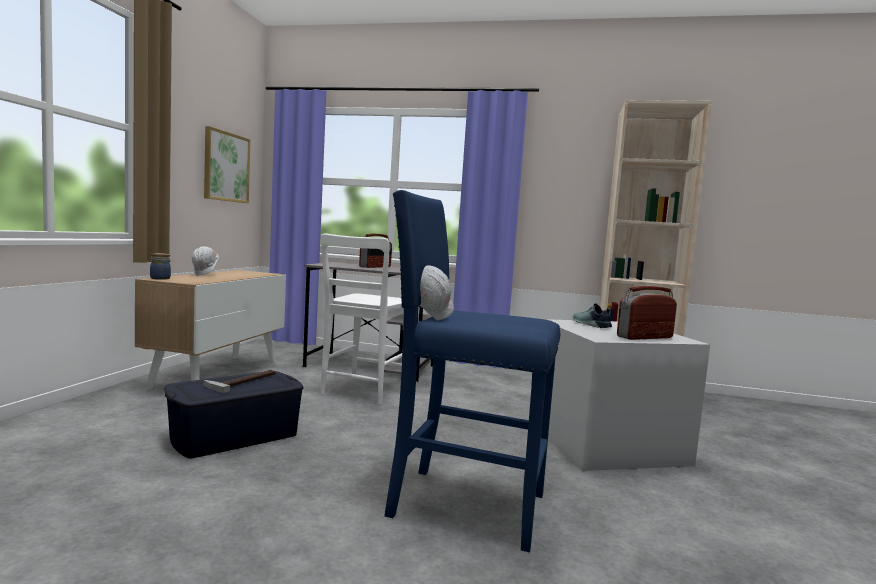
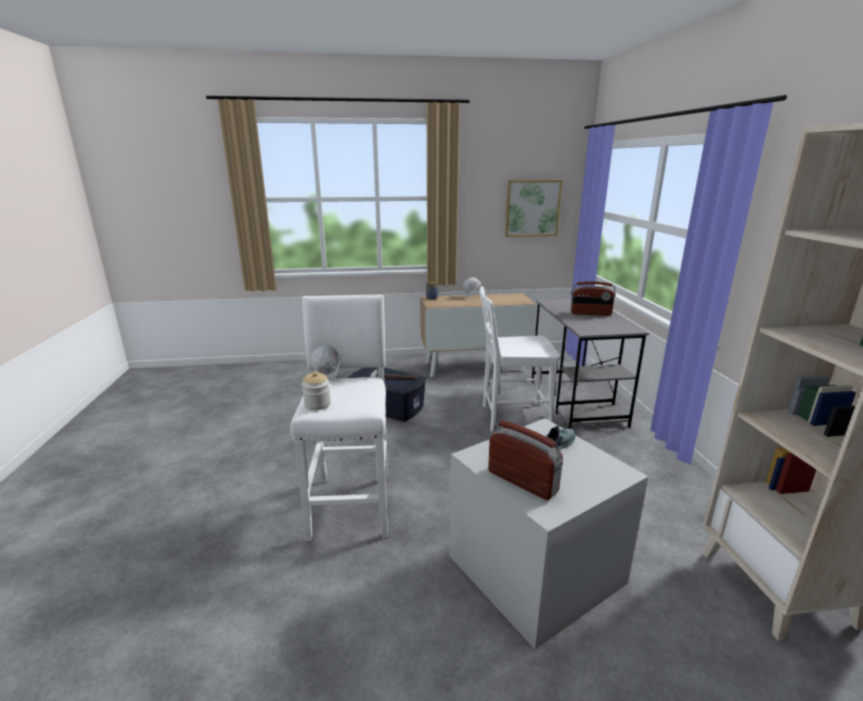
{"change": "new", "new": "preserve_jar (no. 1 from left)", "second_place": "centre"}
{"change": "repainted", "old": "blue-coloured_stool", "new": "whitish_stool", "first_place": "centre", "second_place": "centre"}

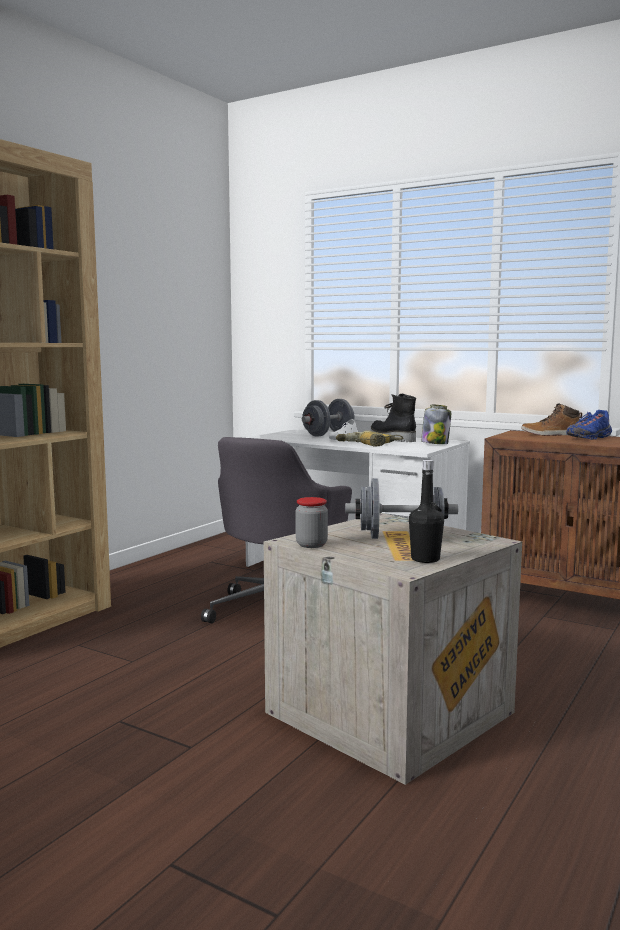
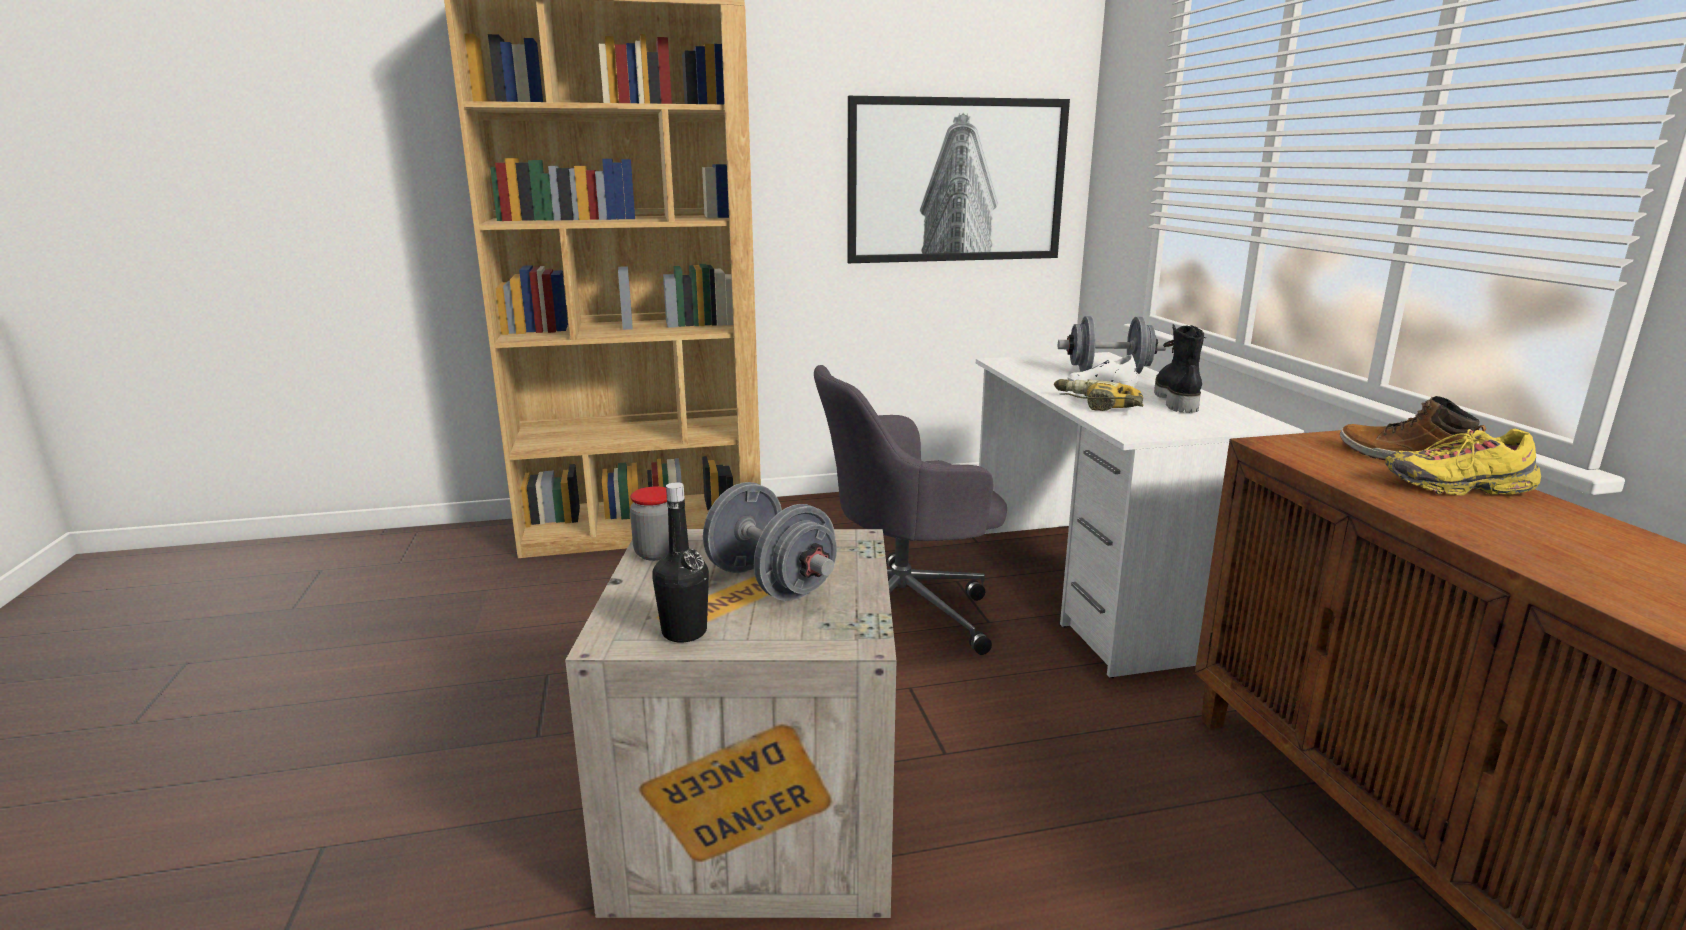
{"change": "gone", "old": "preserve_jar (no. 2 from left)", "first_place": "middle right"}
{"change": "new", "new": "picture", "second_place": "top centre"}
{"change": "repainted", "old": "blue-coloured_low_shoe", "new": "yellow_low_shoe", "first_place": "middle right", "second_place": "middle right"}

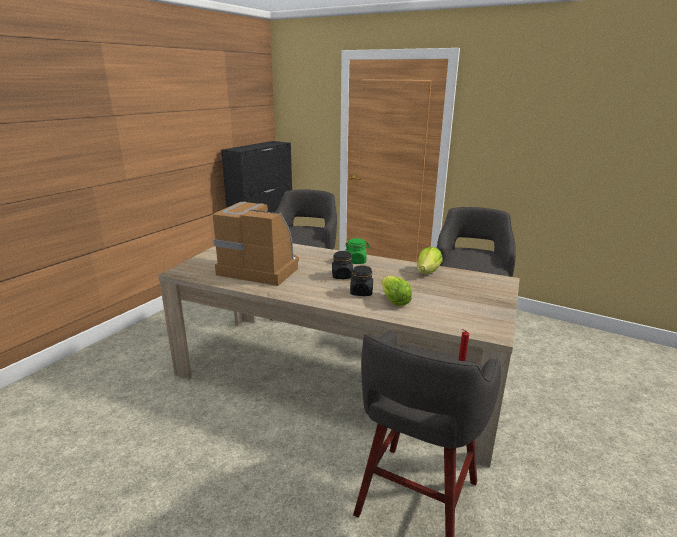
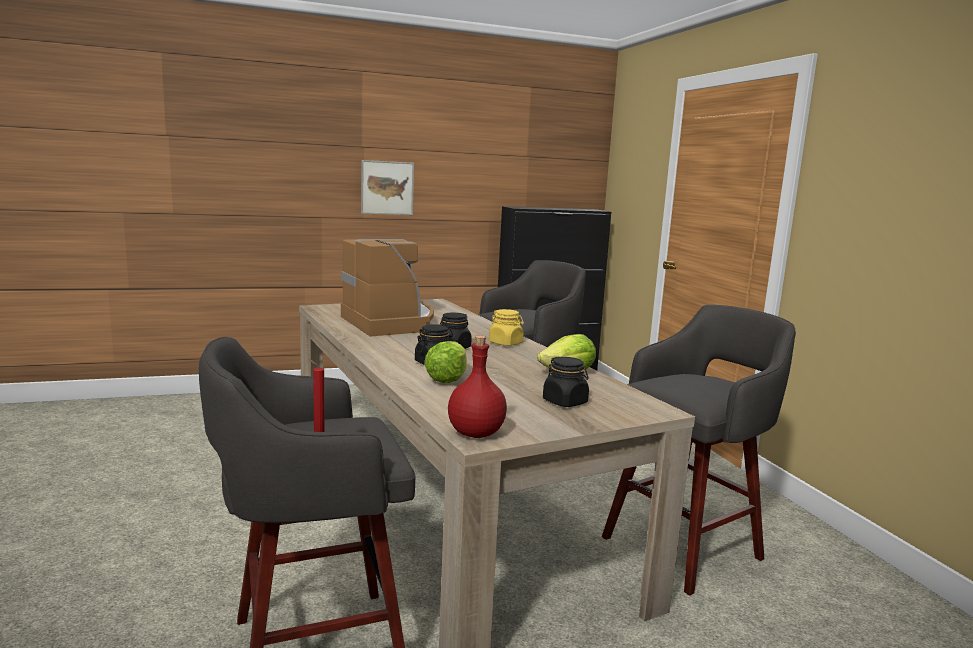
{"change": "new", "new": "picture", "second_place": "top centre"}
{"change": "new", "new": "red_beverage_bottle", "second_place": "centre"}
{"change": "new", "new": "black-coloured_preserve_jar (no. 3 from left)", "second_place": "centre"}
{"change": "repainted", "old": "greenish_preserve_jar", "new": "yellow_preserve_jar", "first_place": "centre", "second_place": "centre"}

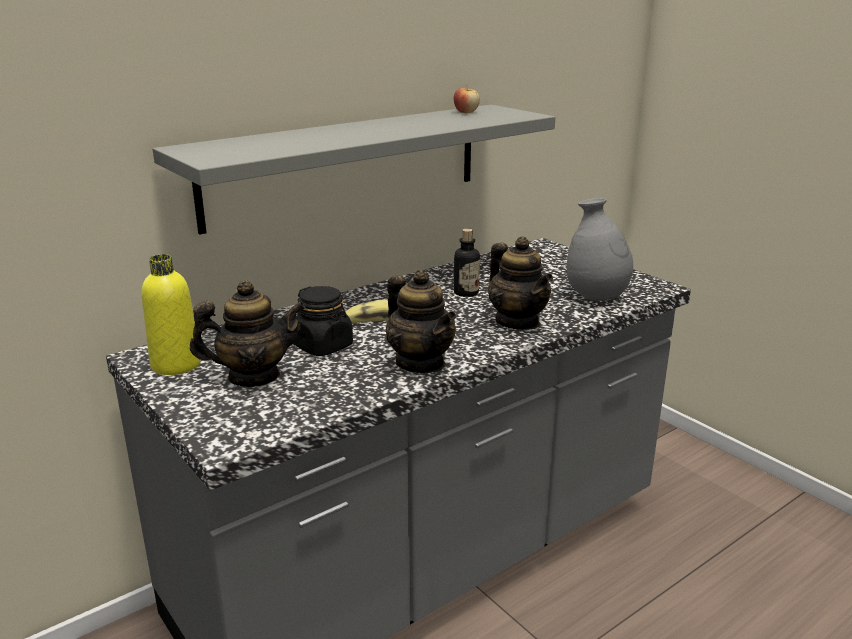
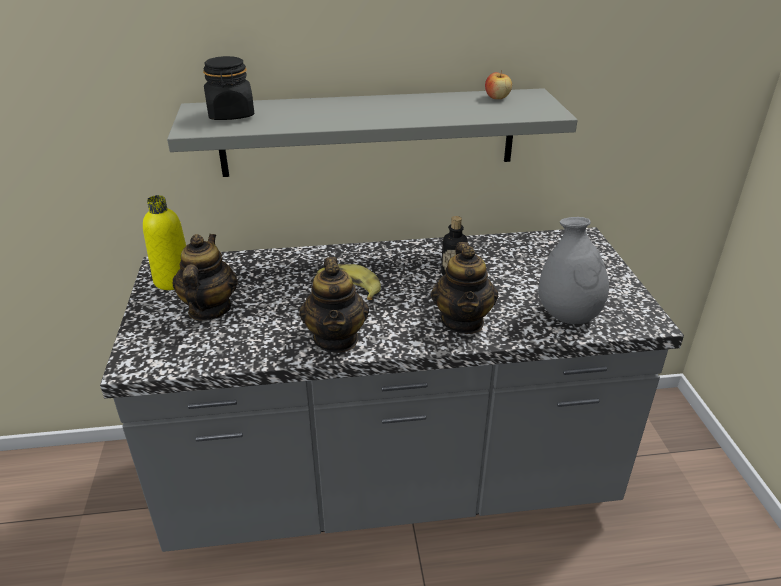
{"change": "shifted", "old": "black-coloured_preserve_jar", "first_place": "centre", "second_place": "top left"}
{"change": "rotated", "old": "tea_pot (no. 1 from left)", "first_place": "middle left", "second_place": "middle left", "degrees": -105}

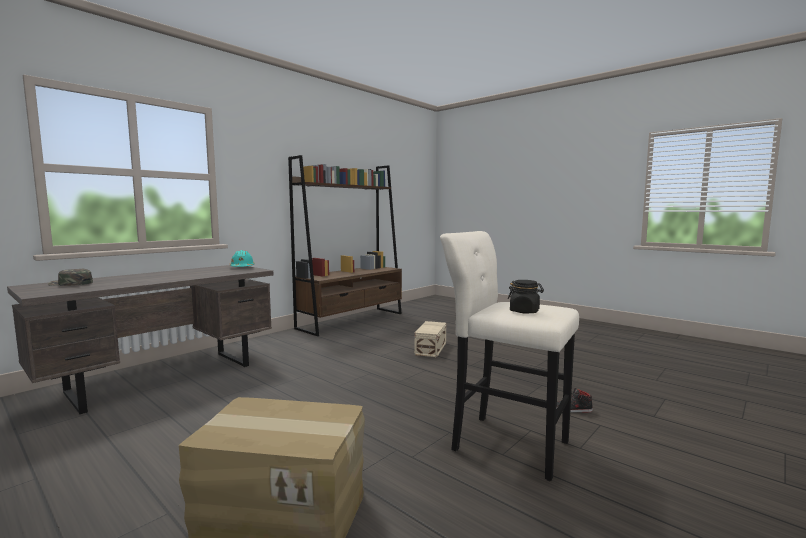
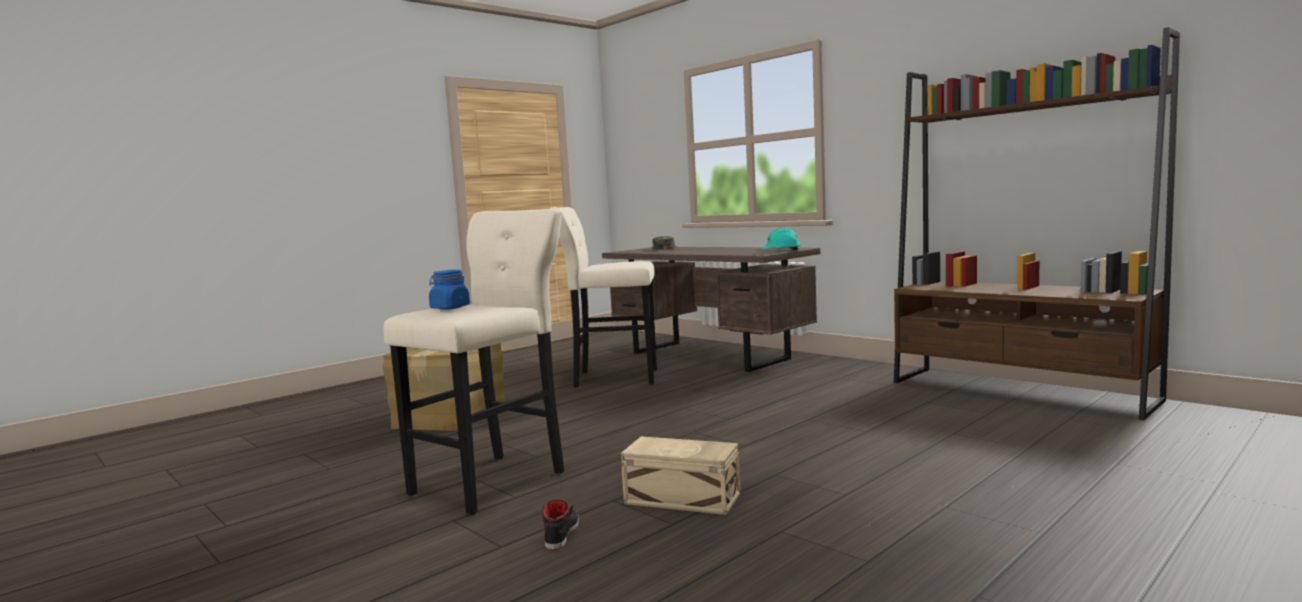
{"change": "new", "new": "beige_stool (no. 2 from left)", "second_place": "centre"}
{"change": "shifted", "old": "beige_storage_container", "first_place": "centre", "second_place": "bottom centre"}
{"change": "repainted", "old": "black-coloured_preserve_jar", "new": "blue-coloured_preserve_jar", "first_place": "centre", "second_place": "centre"}

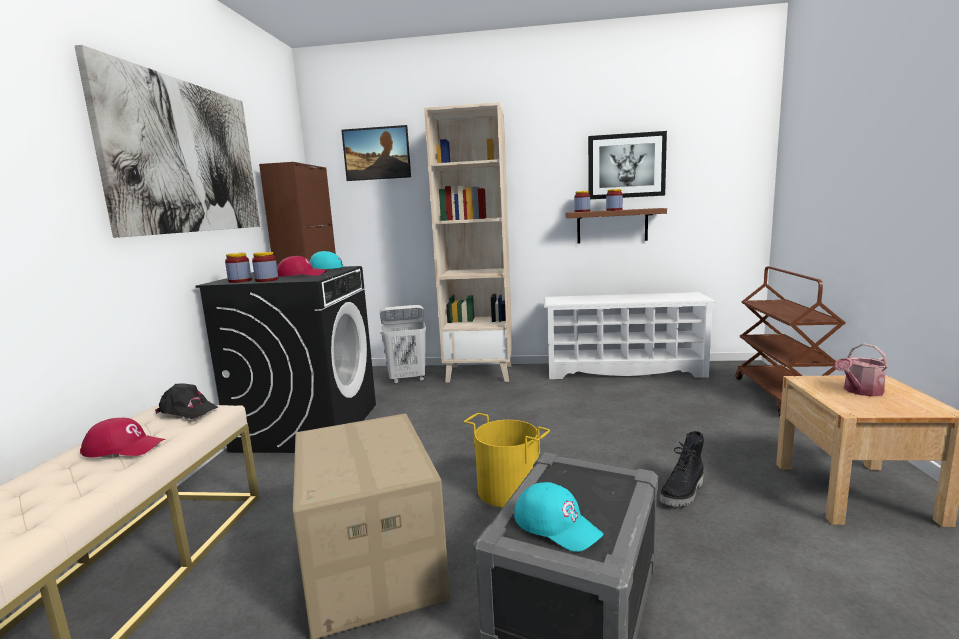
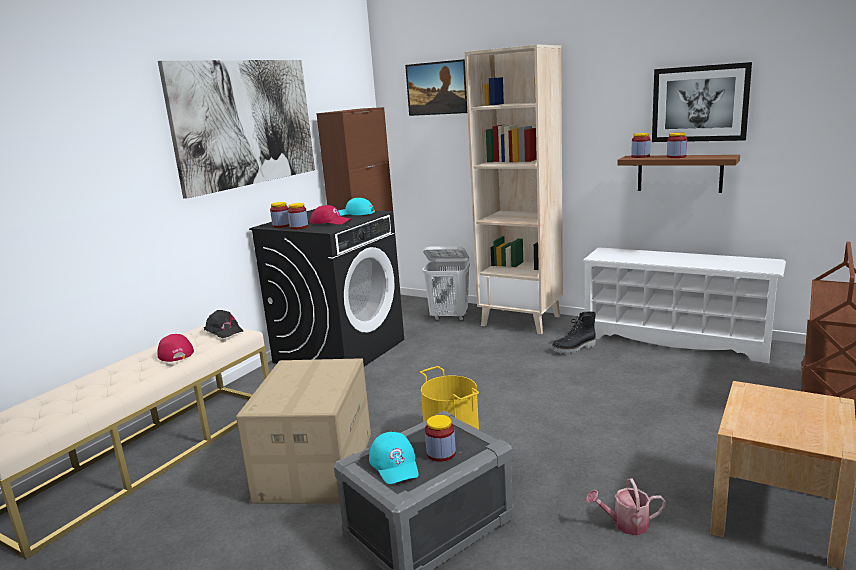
{"change": "new", "new": "preserve_jar (no. 3 from left)", "second_place": "bottom centre"}
{"change": "shifted", "old": "black-coloured_high-top_boot", "first_place": "bottom right", "second_place": "middle right"}
{"change": "shifted", "old": "watering_can", "first_place": "middle right", "second_place": "bottom right"}
{"change": "rotated", "old": "red_peaked_cap (no. 1 from left)", "first_place": "bottom left", "second_place": "middle left", "degrees": -150}

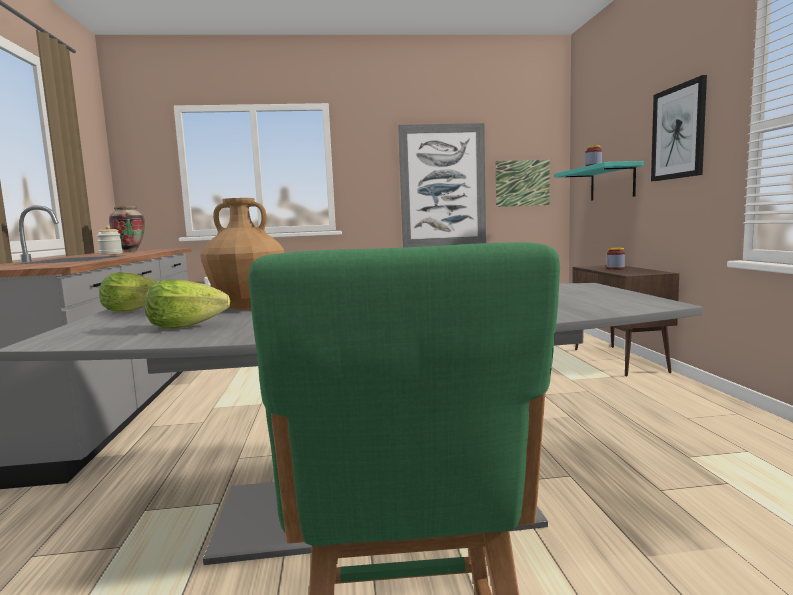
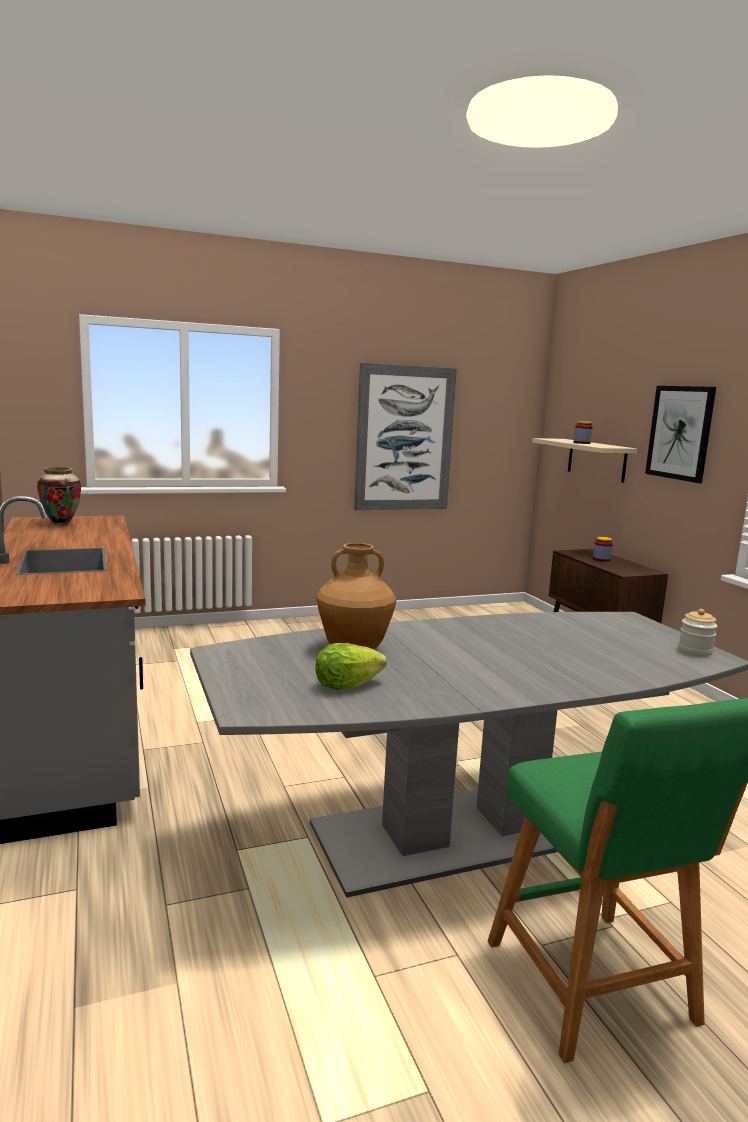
{"change": "gone", "old": "lettuce (no. 1 from left)", "first_place": "middle left"}
{"change": "gone", "old": "picture (no. 2 from left)", "first_place": "top centre"}
{"change": "shifted", "old": "preserve_jar (no. 1 from left in the first image)", "new": "preserve_jar (no. 3 from left)", "first_place": "middle left", "second_place": "middle right"}
{"change": "repainted", "old": "blue-green_wall_shelf", "new": "beige_wall_shelf", "first_place": "top right", "second_place": "middle right"}

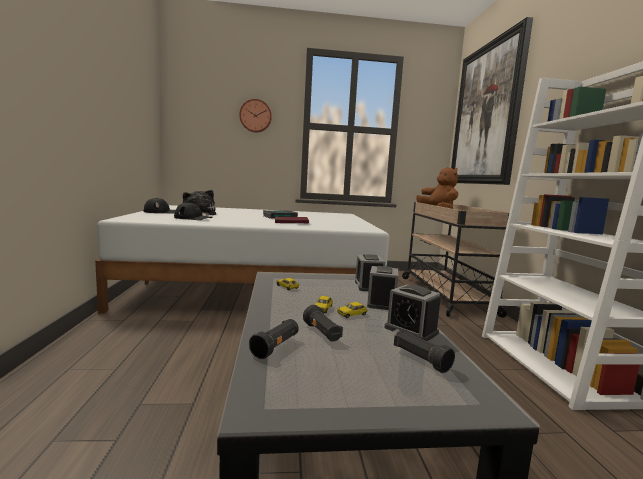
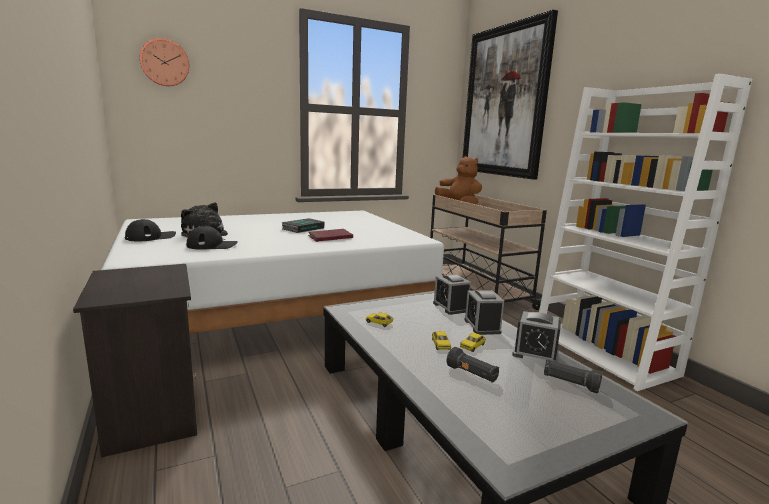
{"change": "gone", "old": "black-coloured_torch (no. 1 from left)", "first_place": "bottom centre"}
{"change": "new", "new": "black-coloured_bedside_table", "second_place": "bottom left"}
{"change": "shifted", "old": "clock_on_the_wall", "first_place": "top centre", "second_place": "top left"}

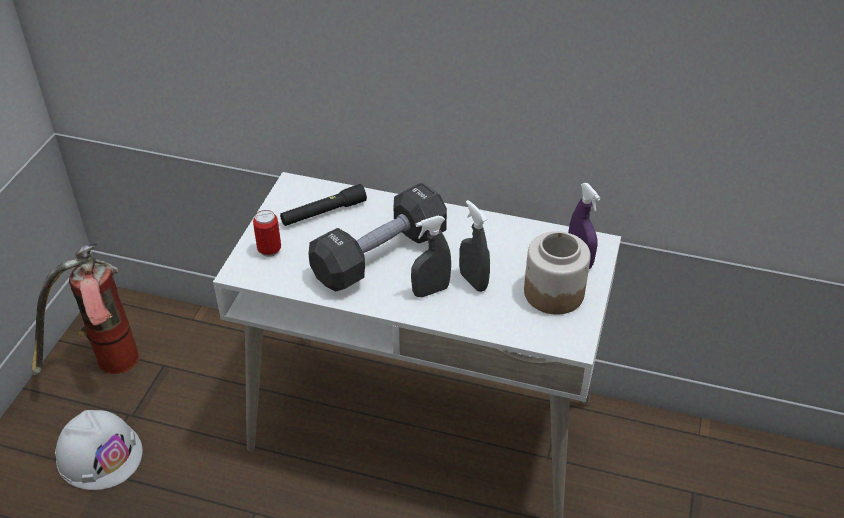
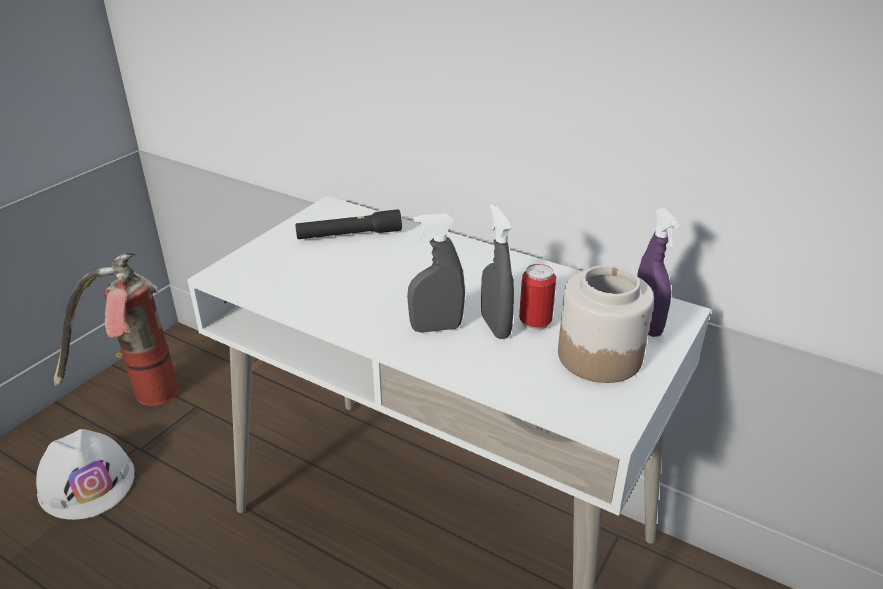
{"change": "gone", "old": "black-coloured_free_weight", "first_place": "centre"}
{"change": "shifted", "old": "can", "first_place": "middle left", "second_place": "centre"}

